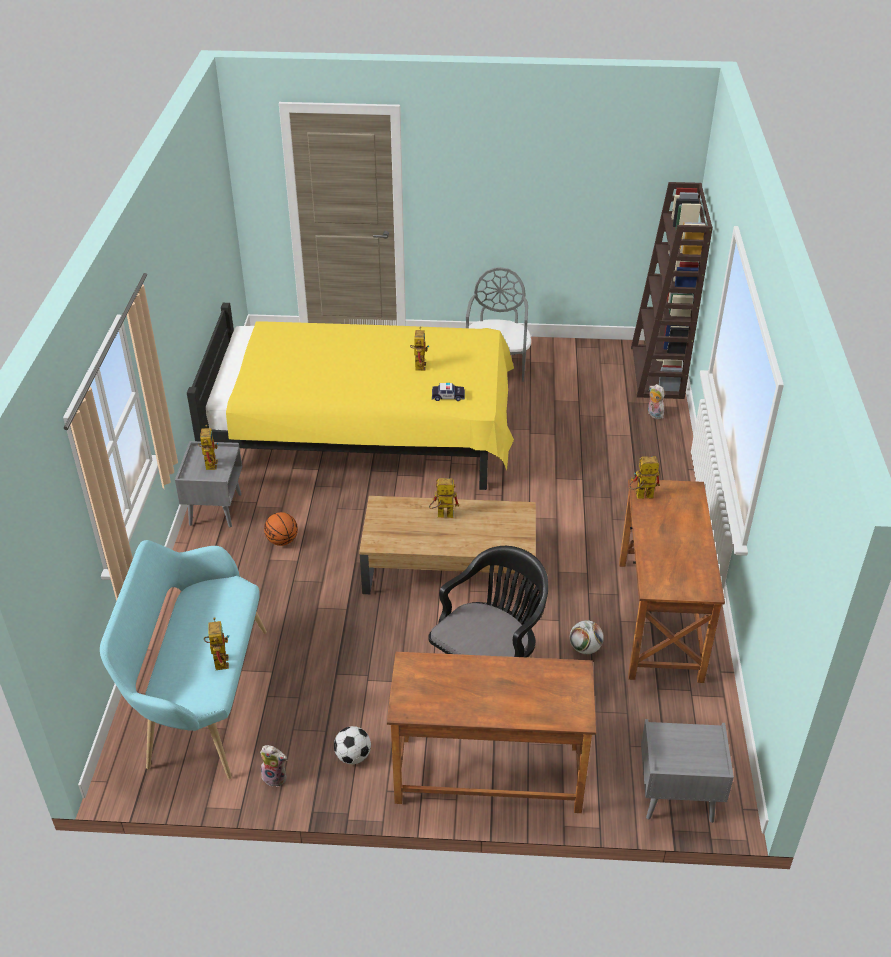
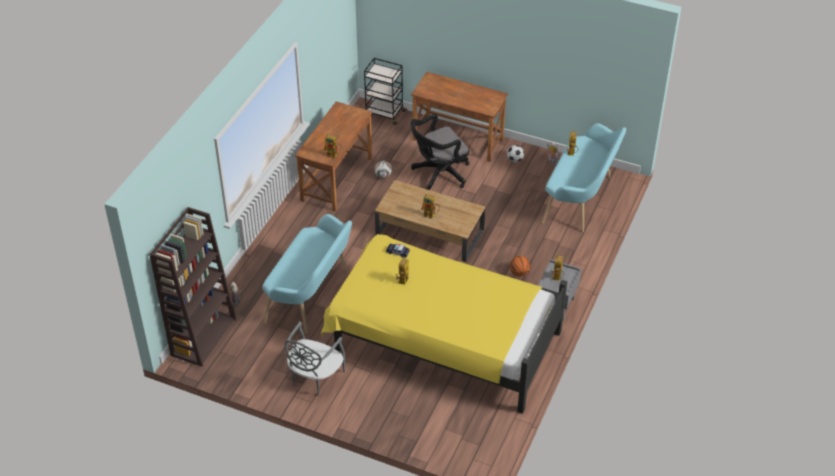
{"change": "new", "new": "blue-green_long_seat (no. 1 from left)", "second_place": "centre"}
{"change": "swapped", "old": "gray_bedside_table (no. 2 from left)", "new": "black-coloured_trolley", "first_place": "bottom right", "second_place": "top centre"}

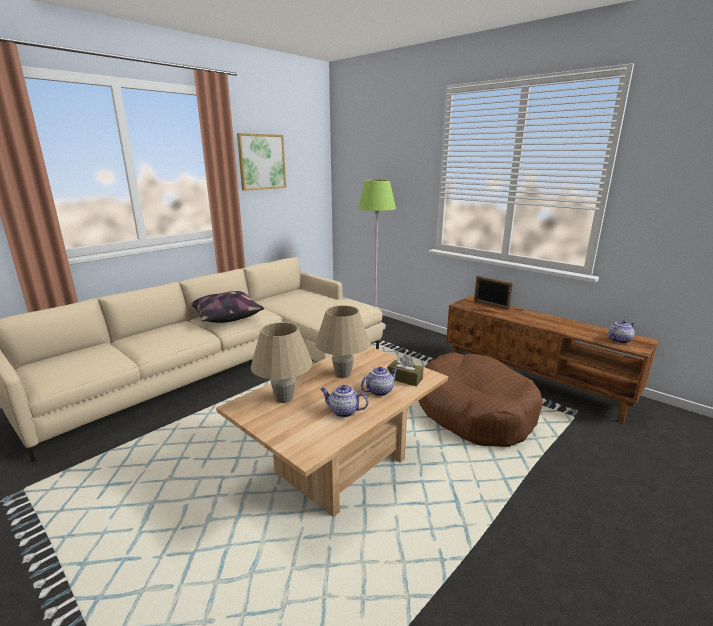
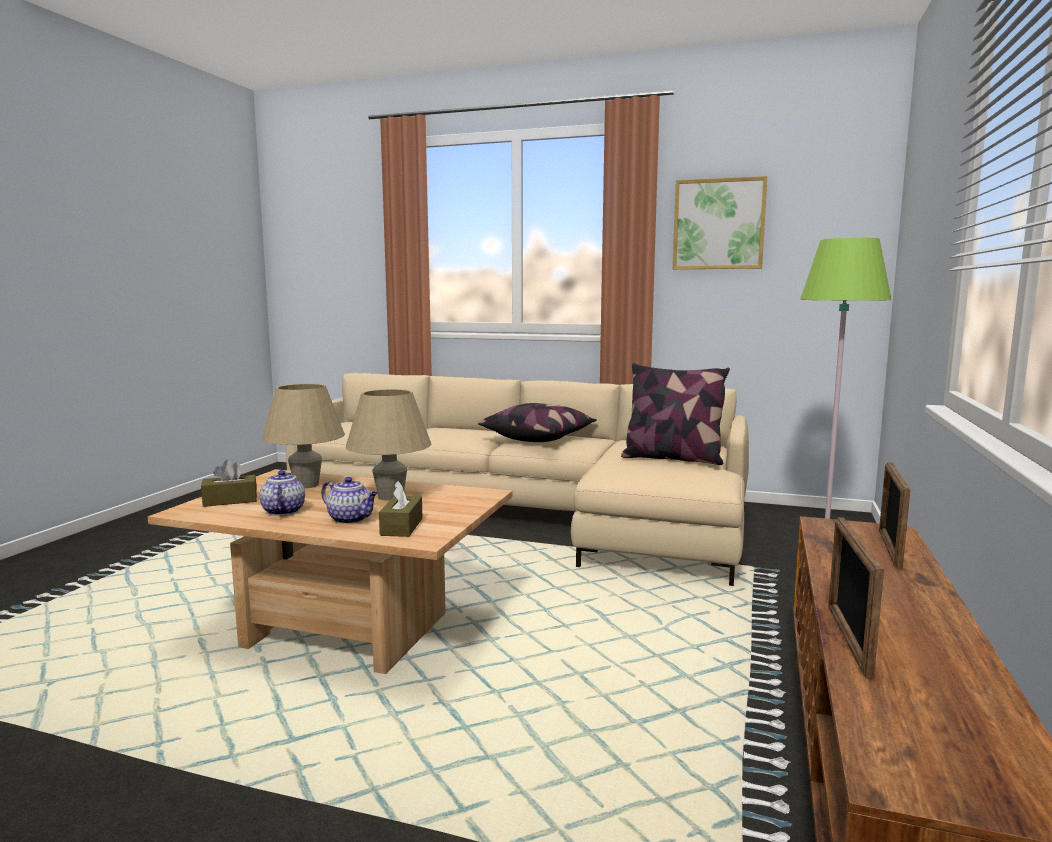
{"change": "gone", "old": "brownish_dog_cushion", "first_place": "middle right"}
{"change": "gone", "old": "tea_pot (no. 3 from left)", "first_place": "middle right"}
{"change": "new", "new": "brownish_tissue_holder (no. 1 from left)", "second_place": "middle left"}
{"change": "new", "new": "throw_pillow (no. 2 from left)", "second_place": "centre"}
{"change": "new", "new": "photo_frame (no. 1 from left)", "second_place": "bottom right"}

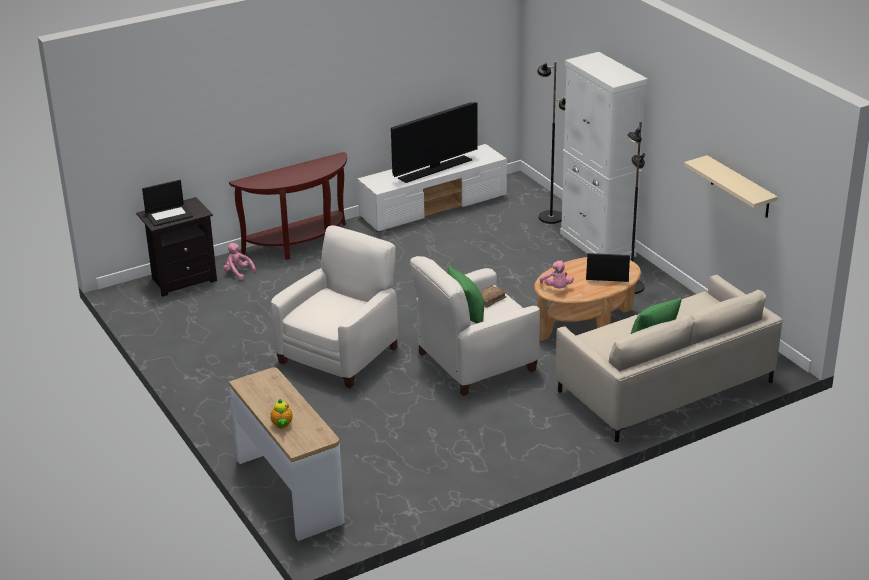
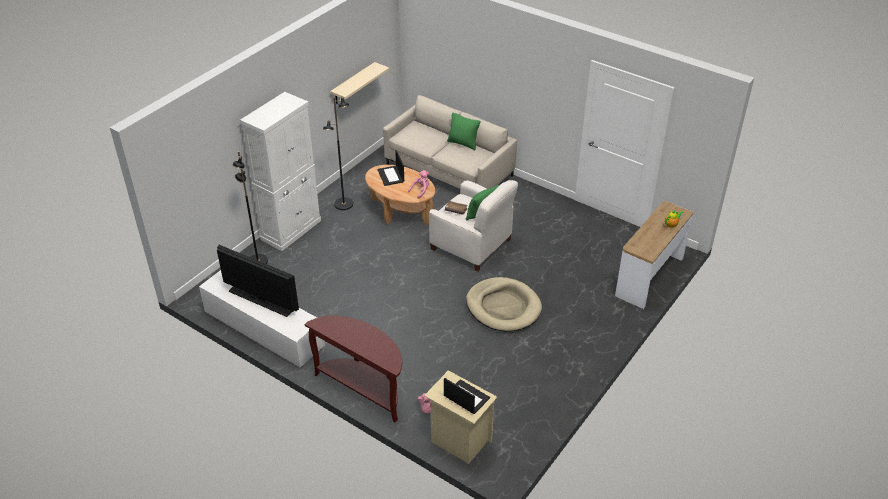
{"change": "swapped", "old": "whitish_easy_chair (no. 1 from left)", "new": "beige_dog_cushion", "first_place": "centre", "second_place": "centre"}
{"change": "repainted", "old": "black-coloured_bedside_table", "new": "beige_bedside_table", "first_place": "middle left", "second_place": "bottom centre"}

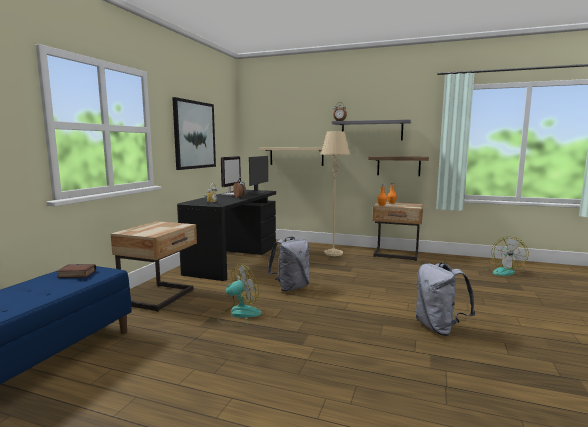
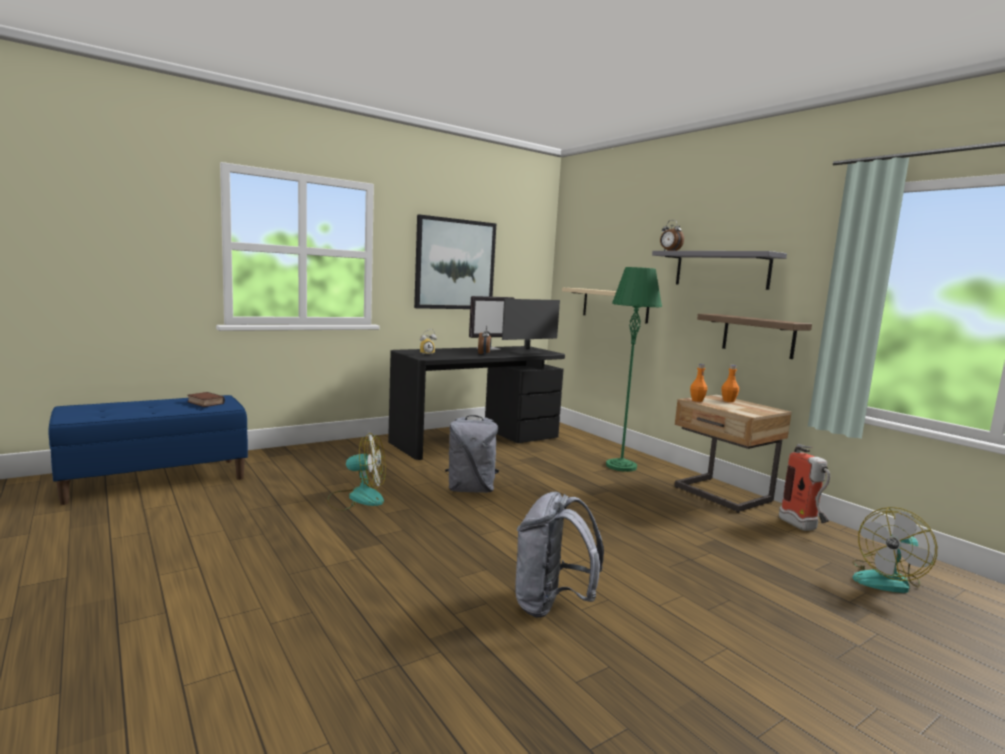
{"change": "gone", "old": "beige_bedside_table (no. 1 from left)", "first_place": "middle left"}
{"change": "new", "new": "fire-fighting_cylinder", "second_place": "middle right"}
{"change": "repainted", "old": "beige_standing_lamp", "new": "greenish_standing_lamp", "first_place": "centre", "second_place": "centre"}

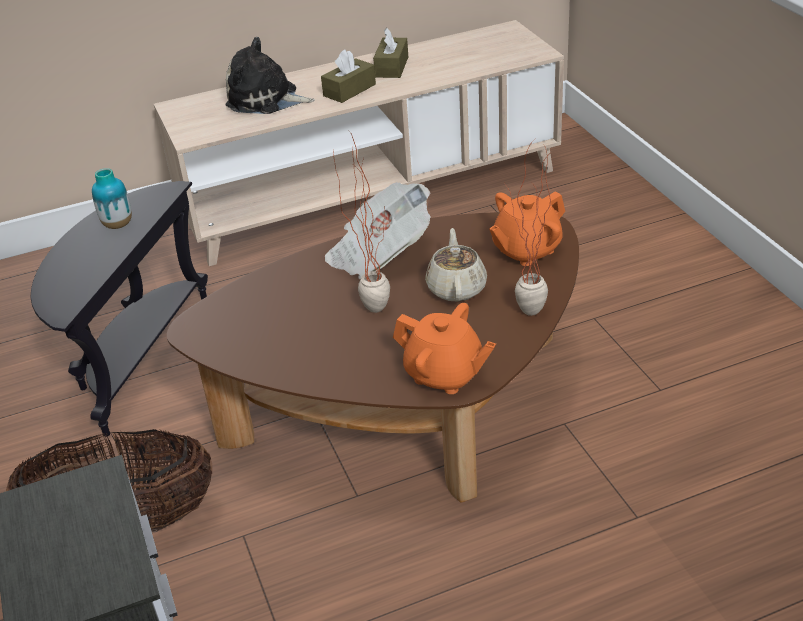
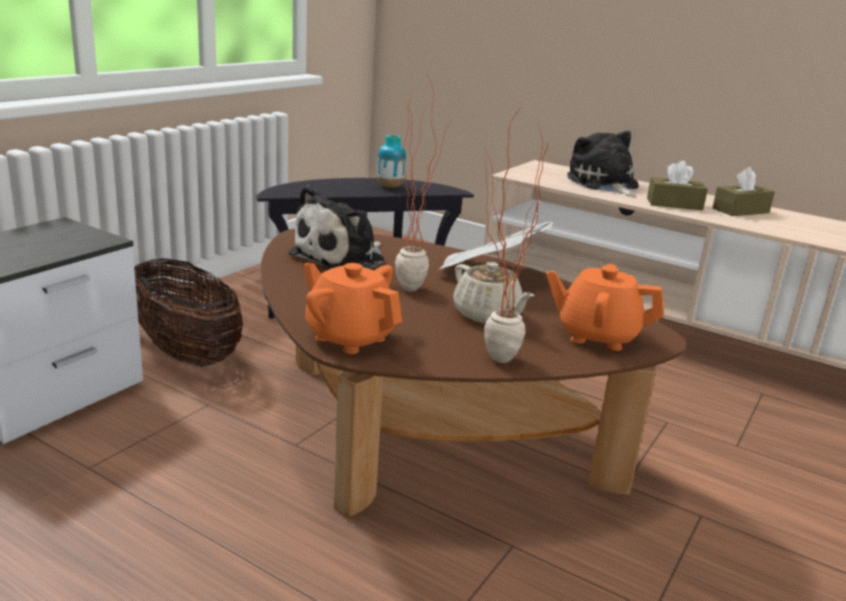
{"change": "new", "new": "plush_toy (no. 1 from left)", "second_place": "centre"}
{"change": "rotated", "old": "orange_tea_pot (no. 1 from left)", "first_place": "centre", "second_place": "centre", "degrees": 135}
{"change": "rotated", "old": "beige_tea_pot", "first_place": "centre", "second_place": "centre", "degrees": 90}

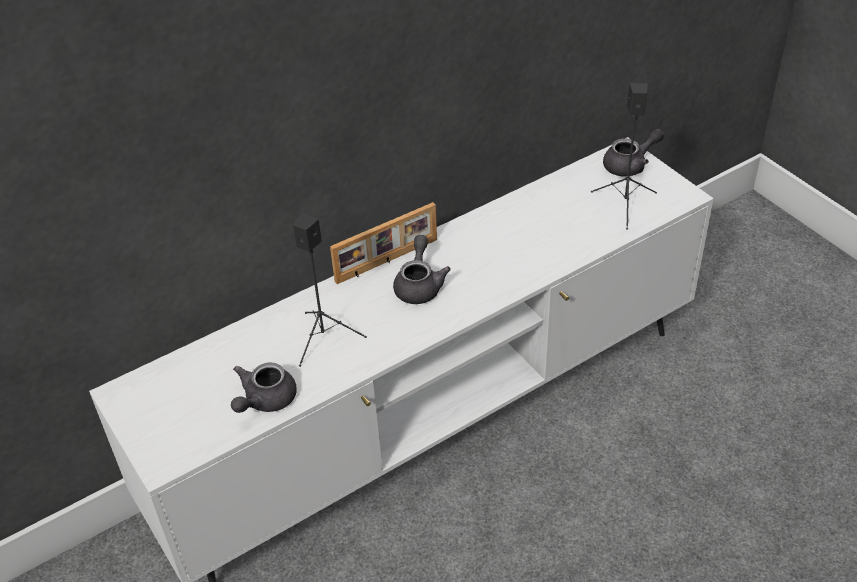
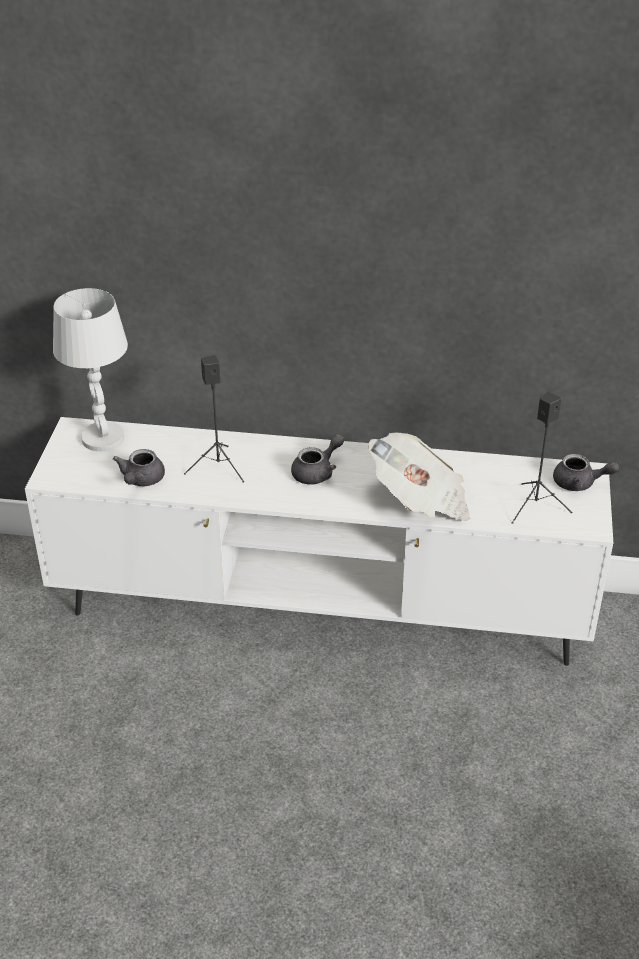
{"change": "gone", "old": "photo_frame", "first_place": "centre"}
{"change": "new", "new": "whitish_tabletop_lamp", "second_place": "middle left"}
{"change": "new", "new": "daily_paper", "second_place": "centre"}
{"change": "rotated", "old": "gray_tea_pot (no. 1 from left)", "first_place": "middle left", "second_place": "middle left", "degrees": -60}

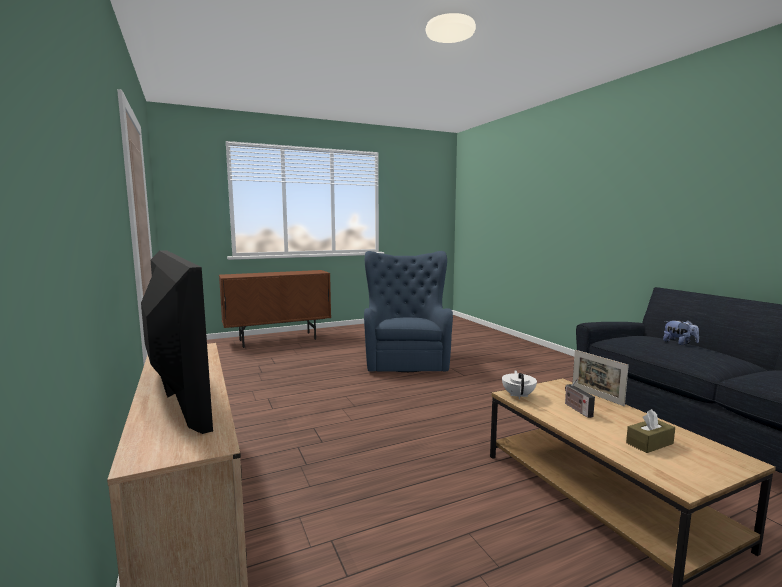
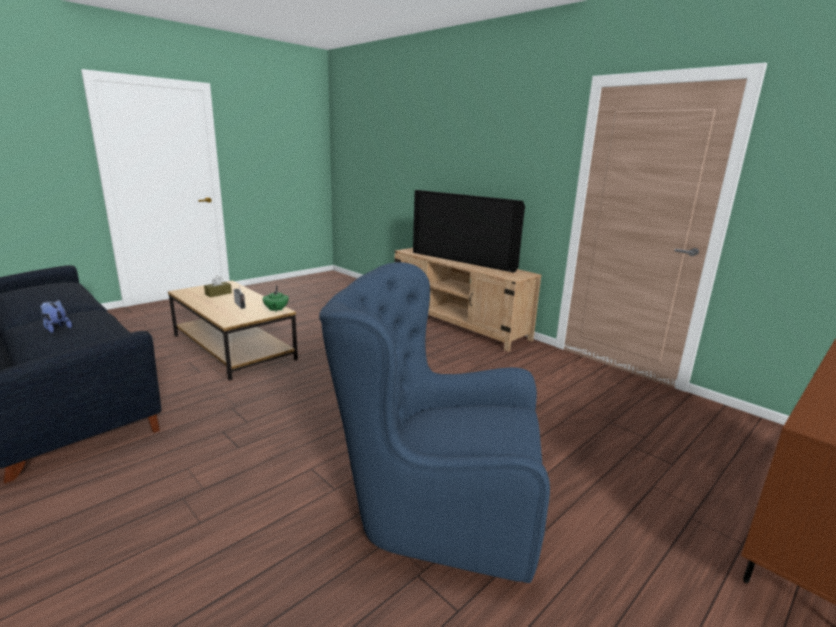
{"change": "gone", "old": "photo_frame", "first_place": "middle right"}
{"change": "repainted", "old": "whitish_tea_pot", "new": "greenish_tea_pot", "first_place": "centre", "second_place": "middle left"}
{"change": "rotated", "old": "blue-coloured_easy_chair", "first_place": "centre", "second_place": "bottom centre", "degrees": 120}

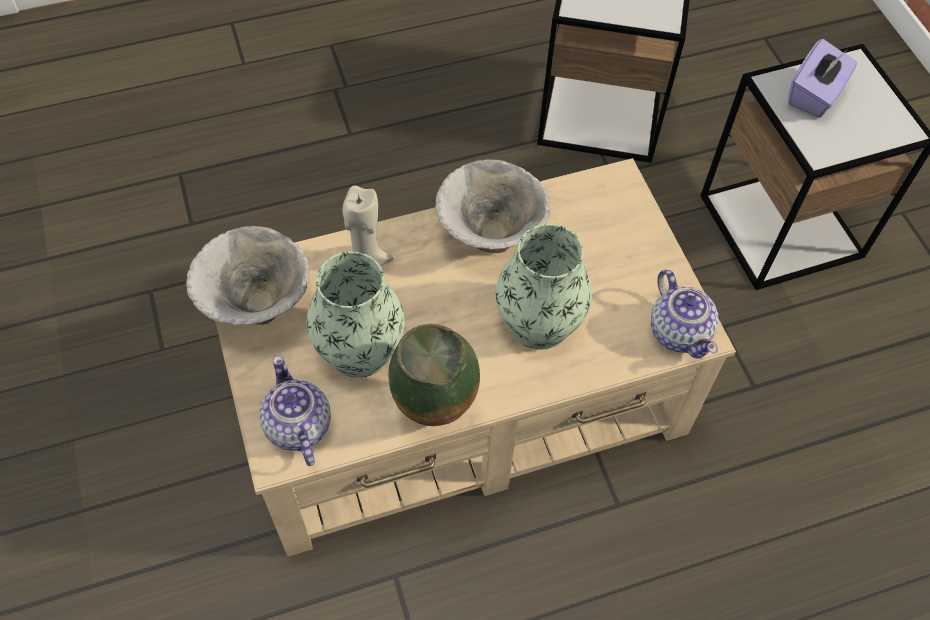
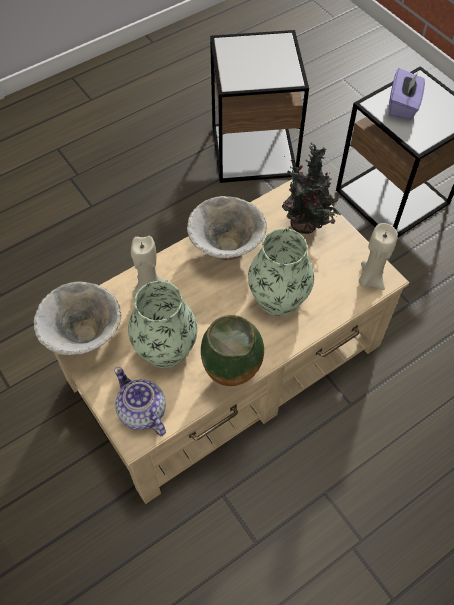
{"change": "new", "new": "plant_in_a_pot", "second_place": "top right"}
{"change": "swapped", "old": "tea_pot (no. 2 from left)", "new": "beige_candle (no. 2 from left)", "first_place": "middle right", "second_place": "middle right"}

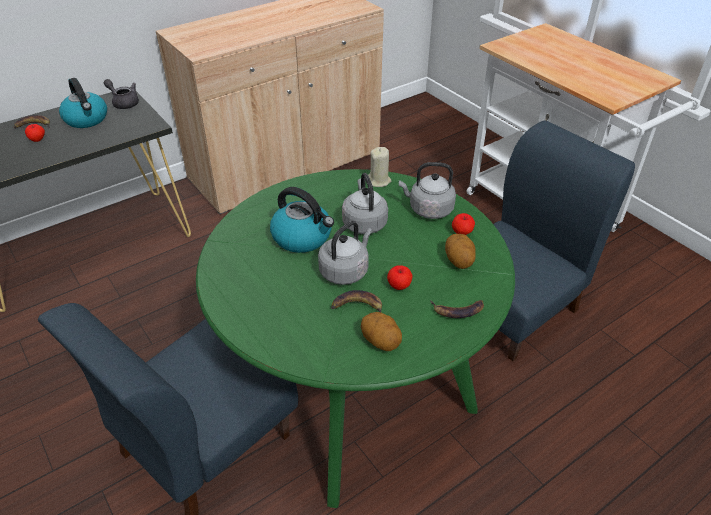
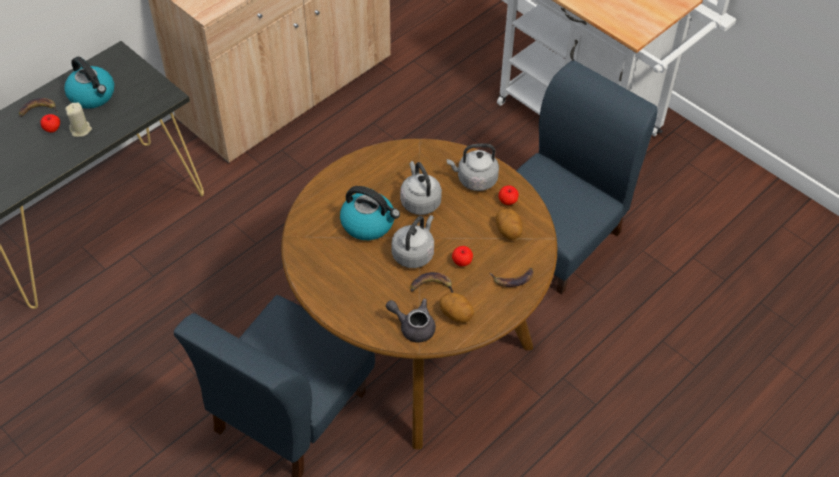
{"change": "shifted", "old": "gray_tea_pot", "first_place": "top left", "second_place": "bottom centre"}
{"change": "shifted", "old": "beige_candle", "first_place": "top centre", "second_place": "top left"}
{"change": "repainted", "old": "greenish_kitchen_table", "new": "brownish_kitchen_table", "first_place": "centre", "second_place": "centre"}

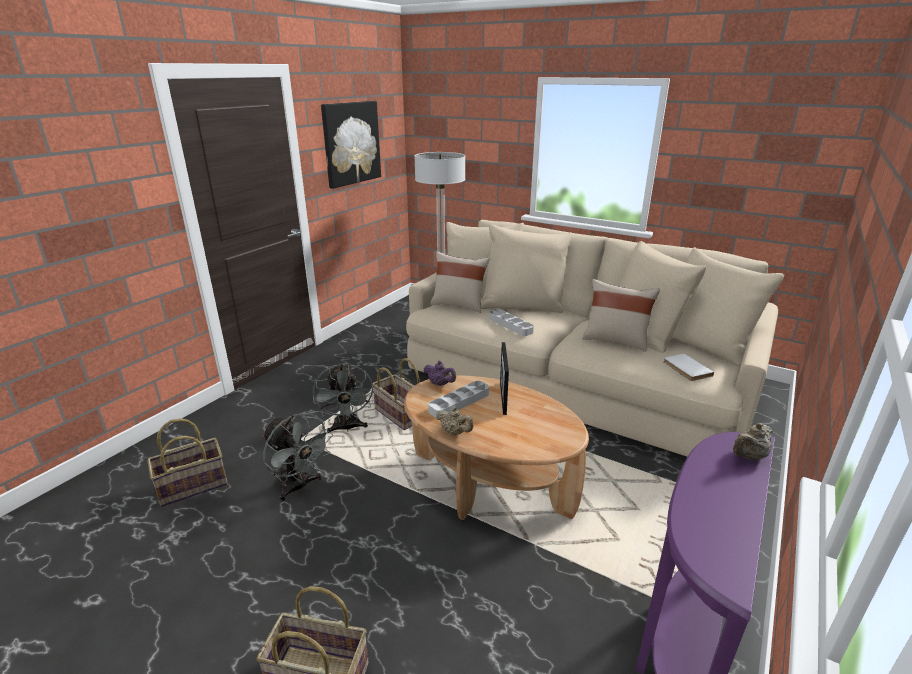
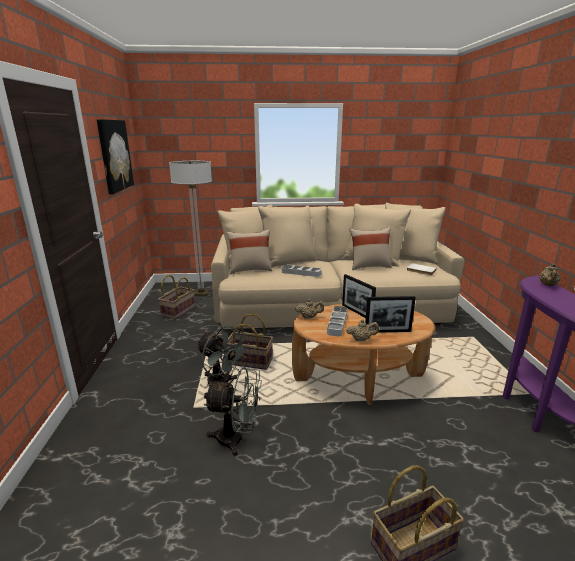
{"change": "new", "new": "photo_frame (no. 2 from left)", "second_place": "middle right"}
{"change": "shifted", "old": "storage_basket (no. 1 from left)", "first_place": "bottom left", "second_place": "middle left"}
{"change": "repainted", "old": "purplish_tea_pot", "new": "beige_tea_pot (no. 1 from left)", "first_place": "centre", "second_place": "centre"}

